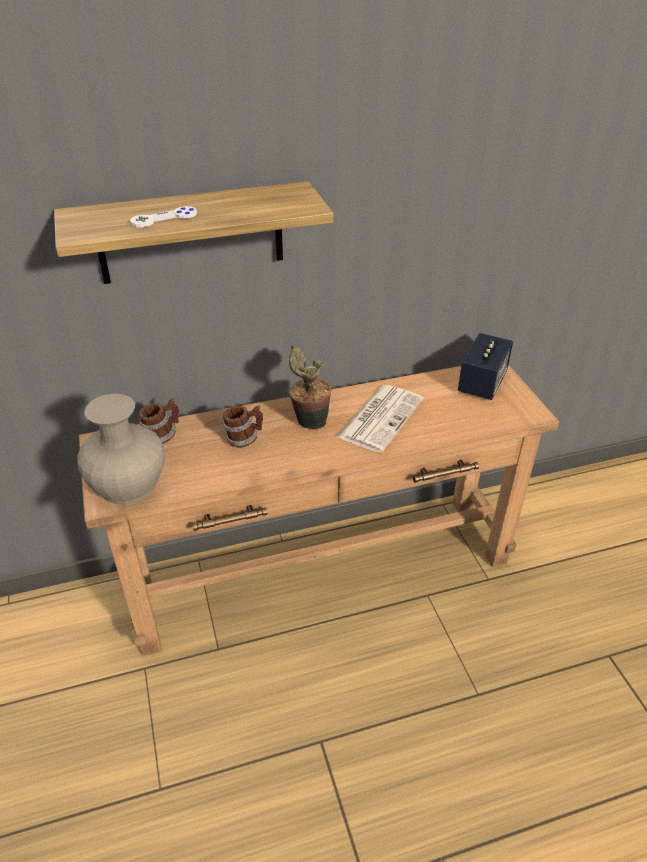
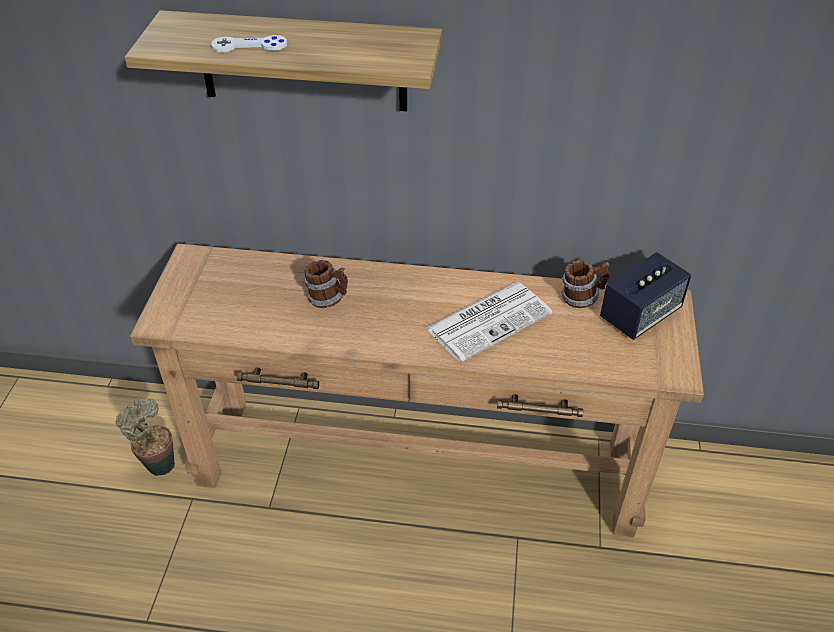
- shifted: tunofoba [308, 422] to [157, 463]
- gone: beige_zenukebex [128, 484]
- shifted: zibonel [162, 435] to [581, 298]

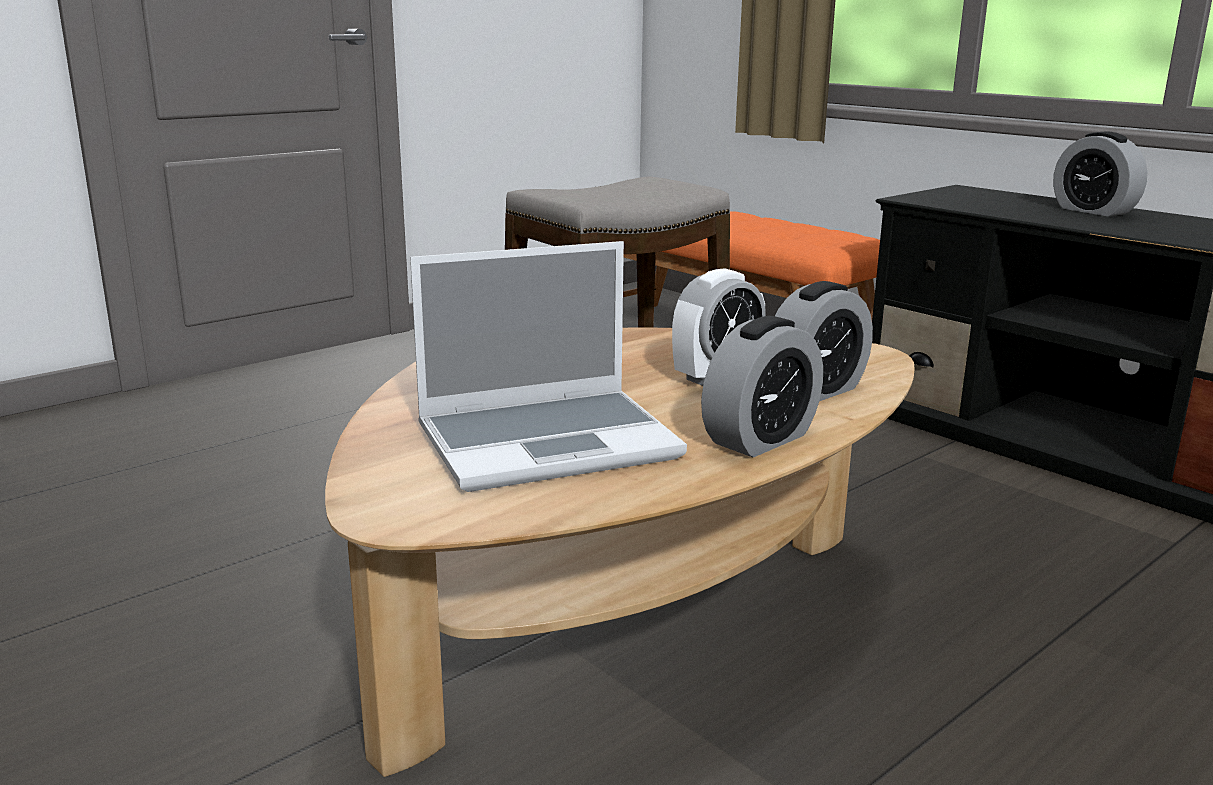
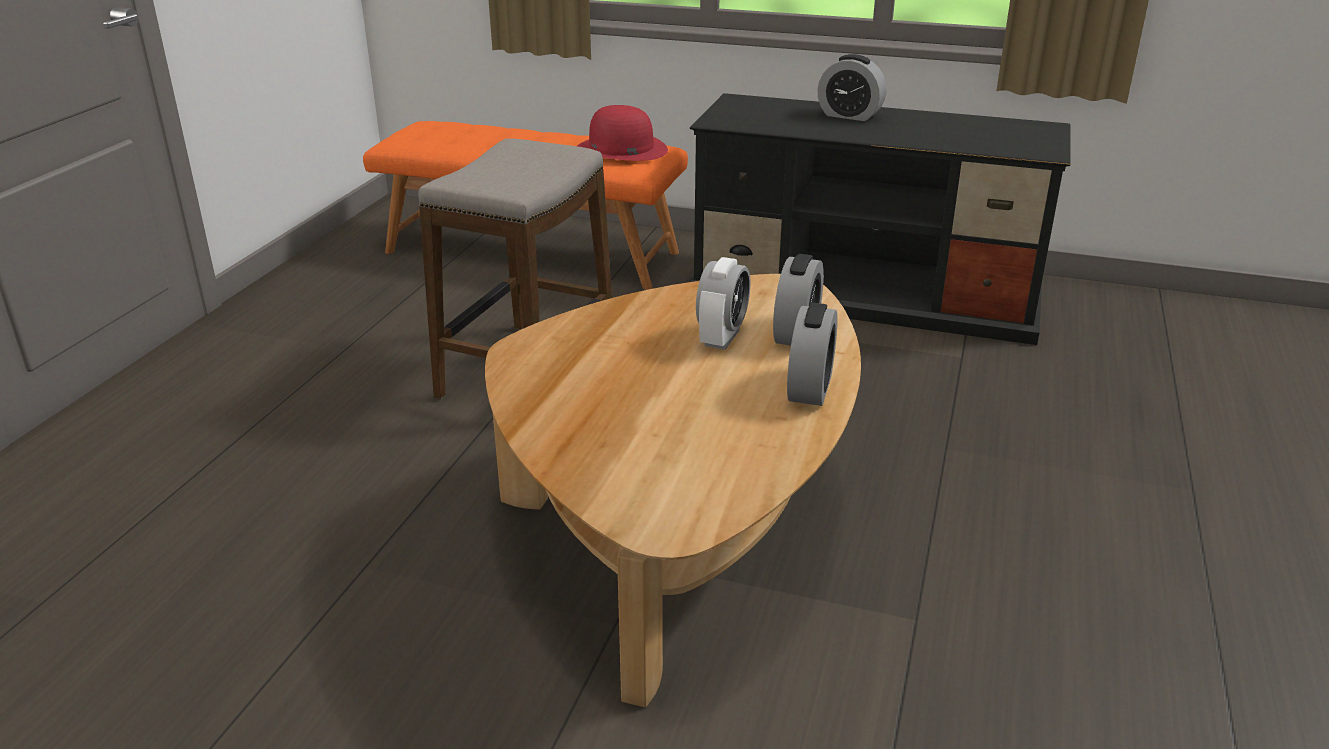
- gone: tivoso [550, 441]
- new: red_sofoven [621, 149]

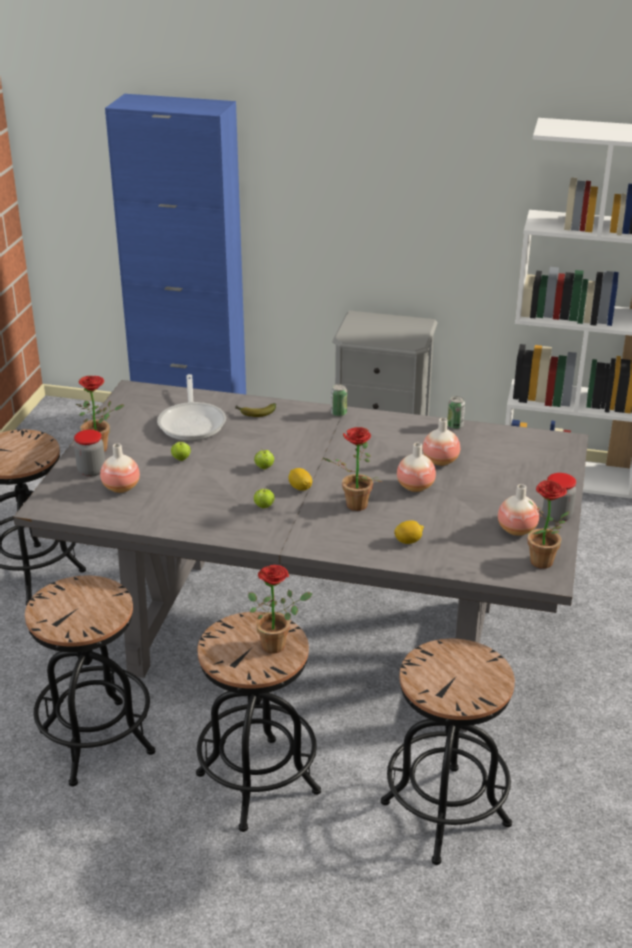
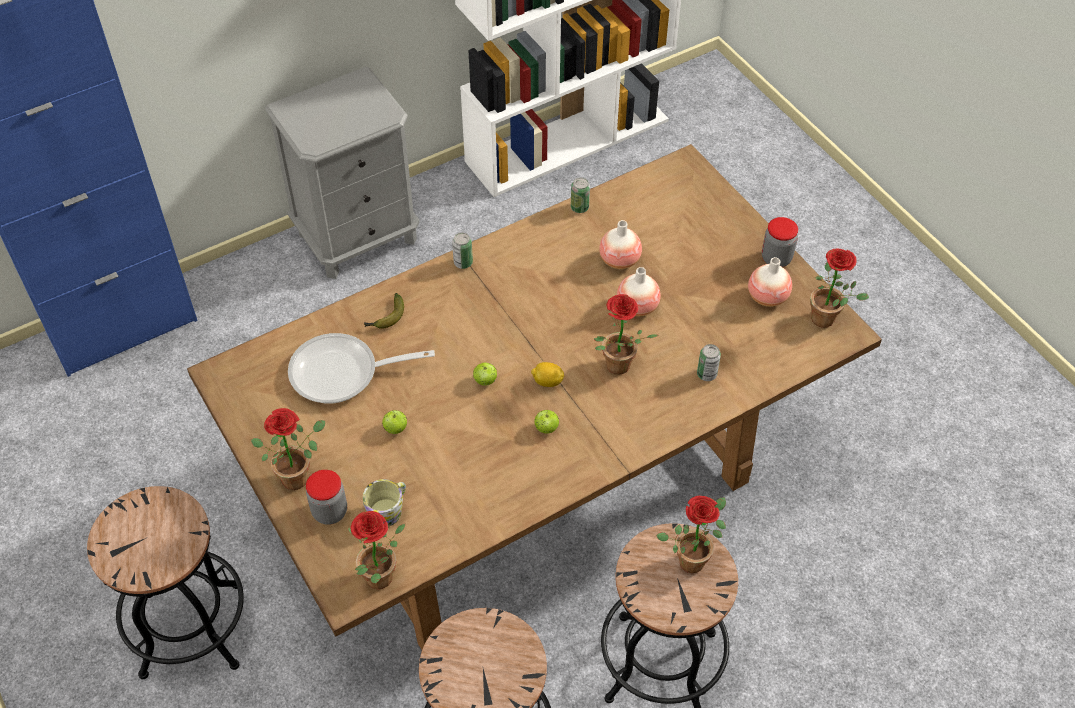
- rotated: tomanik [192, 422] = [342, 373] 135 degrees clockwise
- repainted: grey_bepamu [318, 637] to brown_bepamu [539, 483]
- swapped: zenukebex [121, 488] to zibonel [389, 509]
- swapped: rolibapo [408, 541] to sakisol [706, 374]
- gone: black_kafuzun [445, 813]
- new: tunofoba [382, 582]

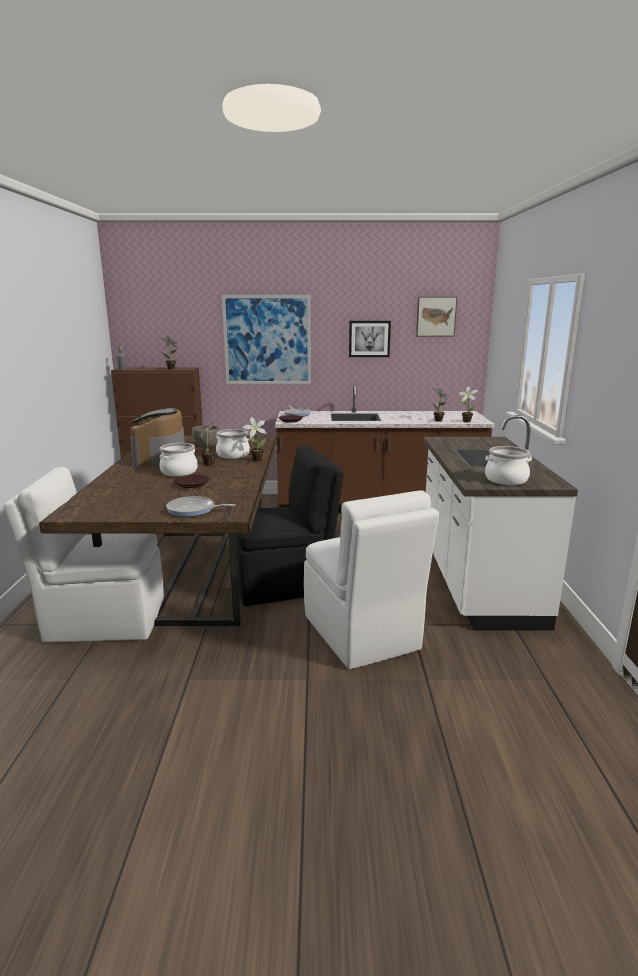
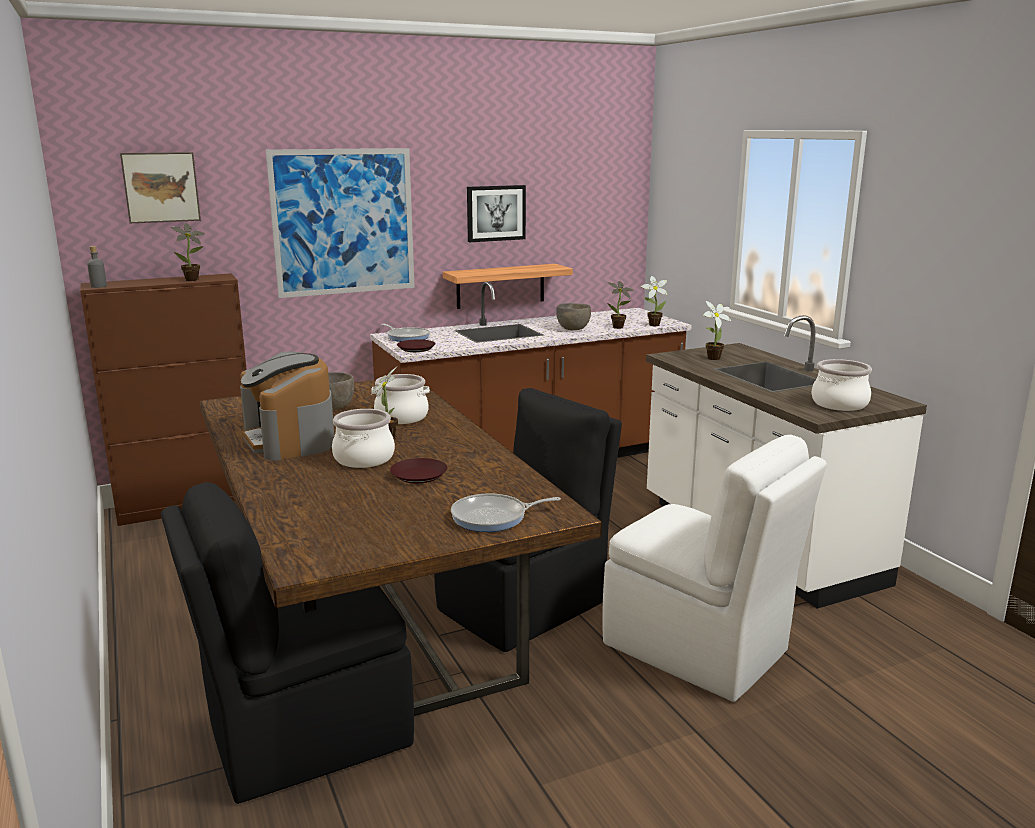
- shifted: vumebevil [435, 316] to [161, 187]
- shifted: tunofoba [255, 460] to [711, 358]
- repainted: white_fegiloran [103, 620] to black_fegiloran [304, 735]
- new: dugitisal [500, 286]
- new: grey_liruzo [573, 329]

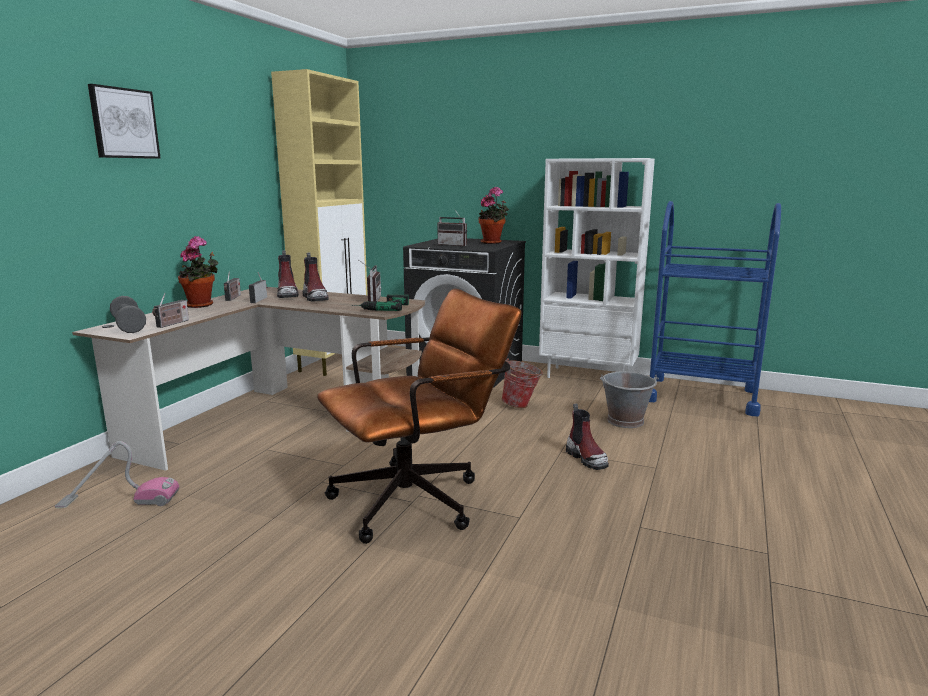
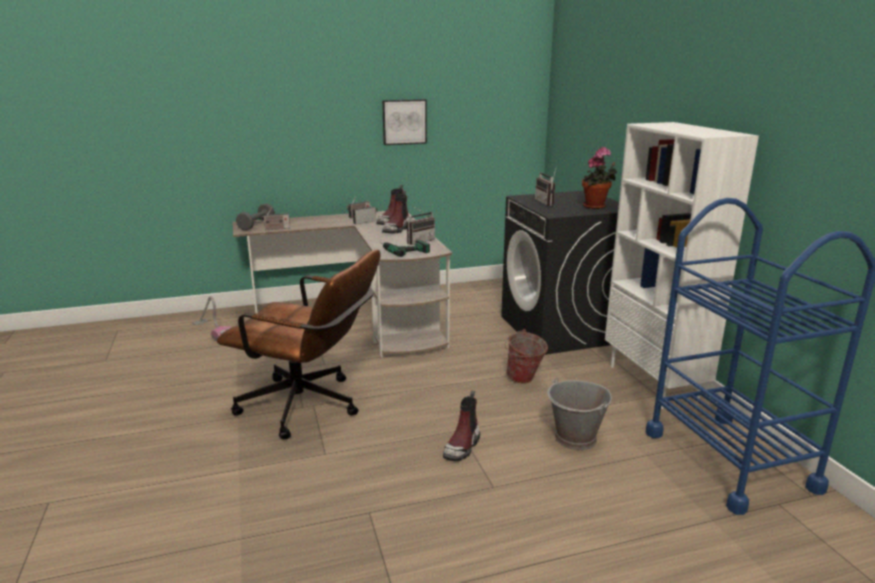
- gone: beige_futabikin [334, 363]
- shifted: vumebevil [124, 123] to [404, 122]
- gone: tunofoba [202, 305]

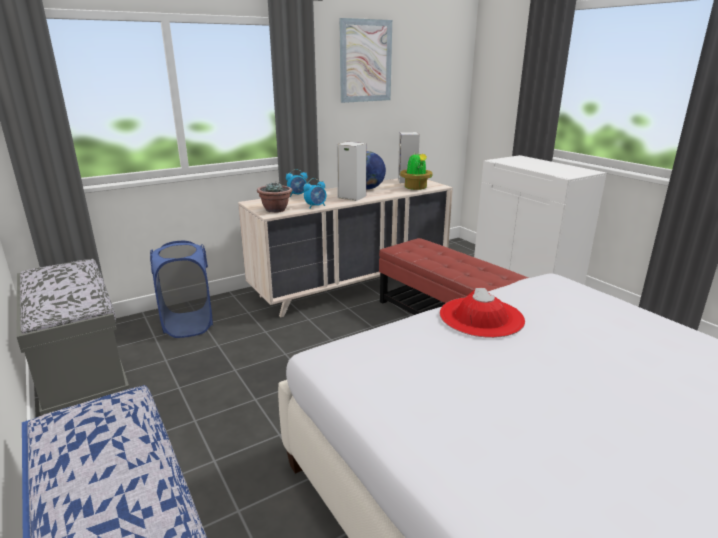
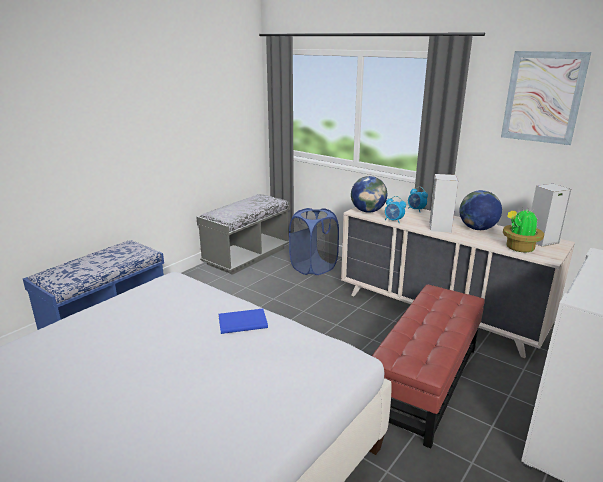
- swapped: tunofoba [276, 210] to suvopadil [368, 211]
- swapped: red_sofoven [481, 317] to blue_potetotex [242, 322]

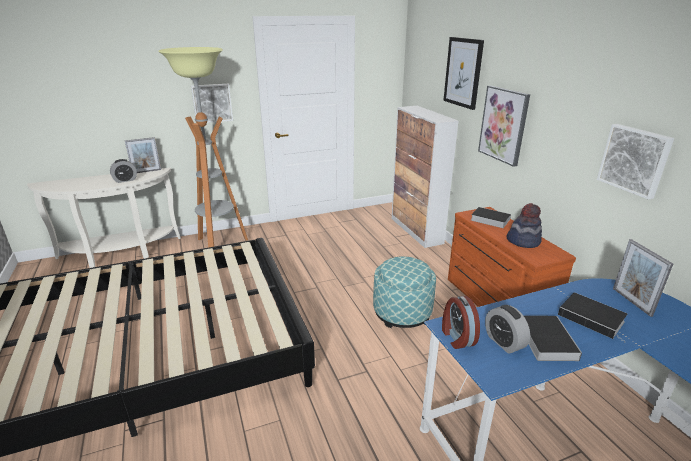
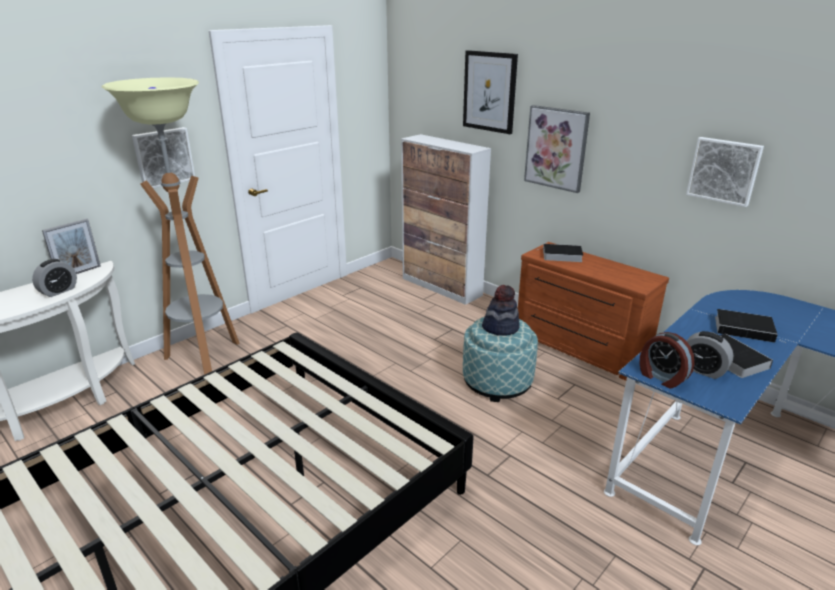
- shifted: sofoven [523, 241] to [500, 327]
- gone: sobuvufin [631, 302]

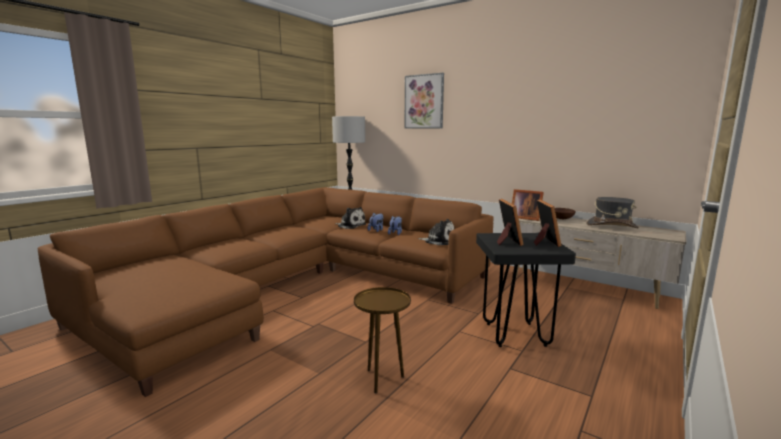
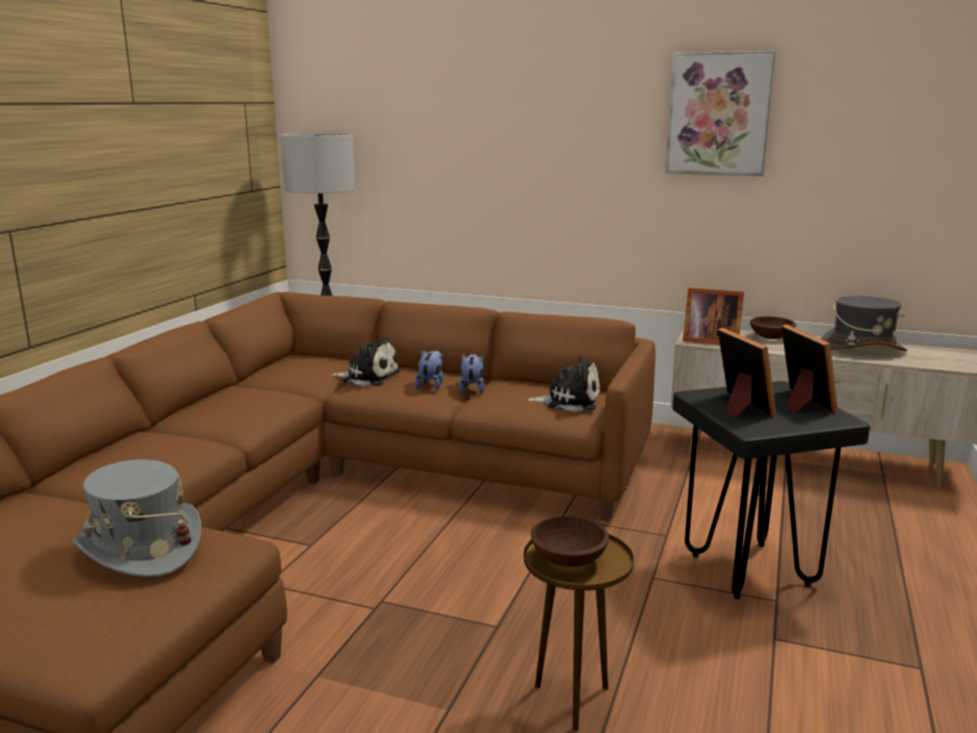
- shifted: vumebevil [424, 101] to [718, 114]
- new: grey_sofoven [140, 548]
- new: brown_liruzo [570, 559]

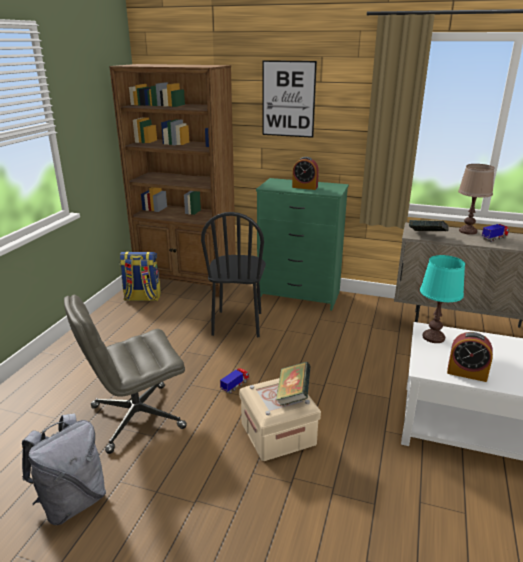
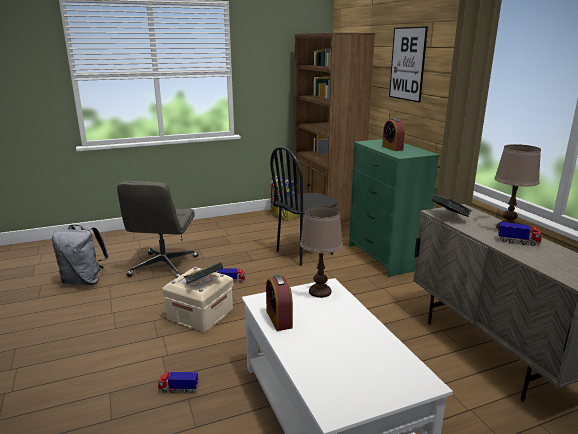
- repainted: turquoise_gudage [433, 337] to brown_gudage [319, 291]
- rotated: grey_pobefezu [136, 418] = [164, 267] 105 degrees counterclockwise
- new: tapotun [178, 389]

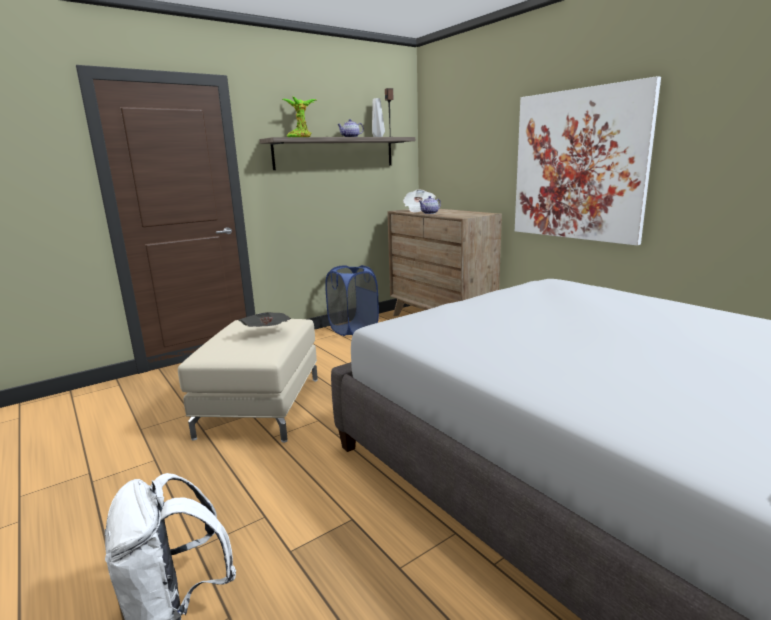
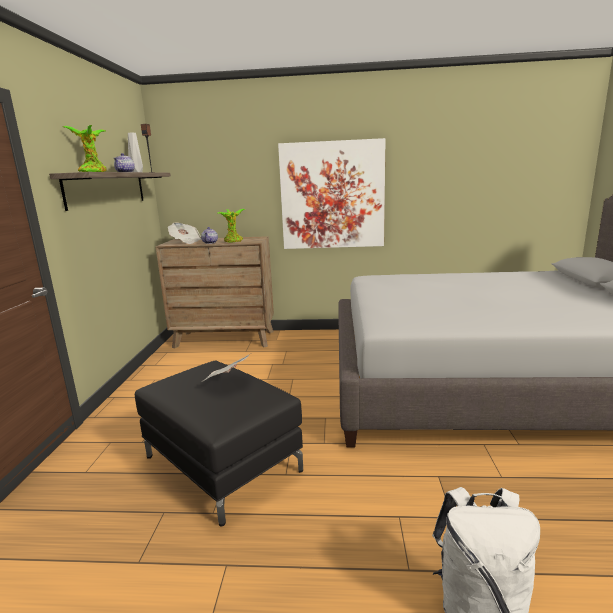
- gone: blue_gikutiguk [353, 330]
- repainted: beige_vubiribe [262, 407] to black_vubiribe [223, 463]
- new: tunofoba [233, 241]

